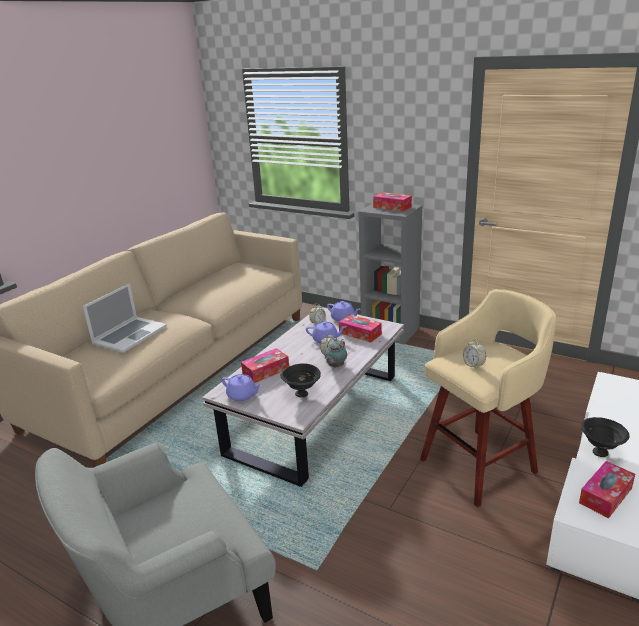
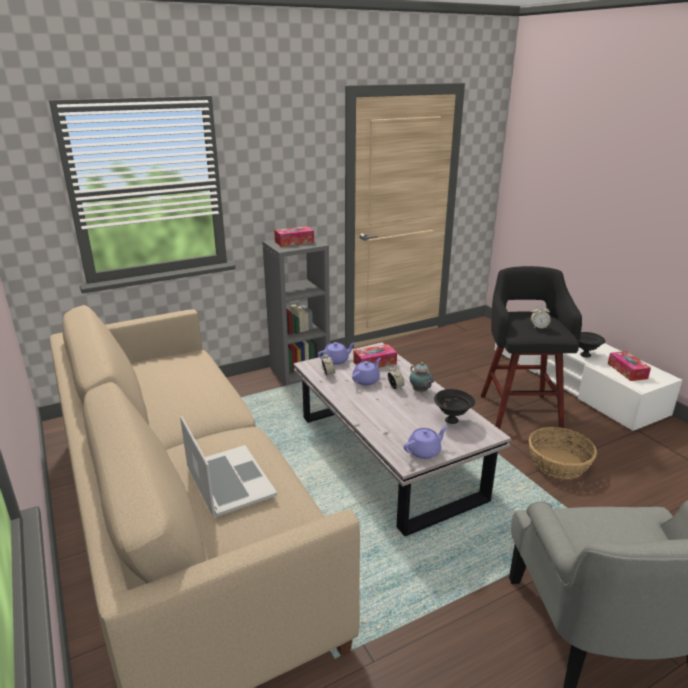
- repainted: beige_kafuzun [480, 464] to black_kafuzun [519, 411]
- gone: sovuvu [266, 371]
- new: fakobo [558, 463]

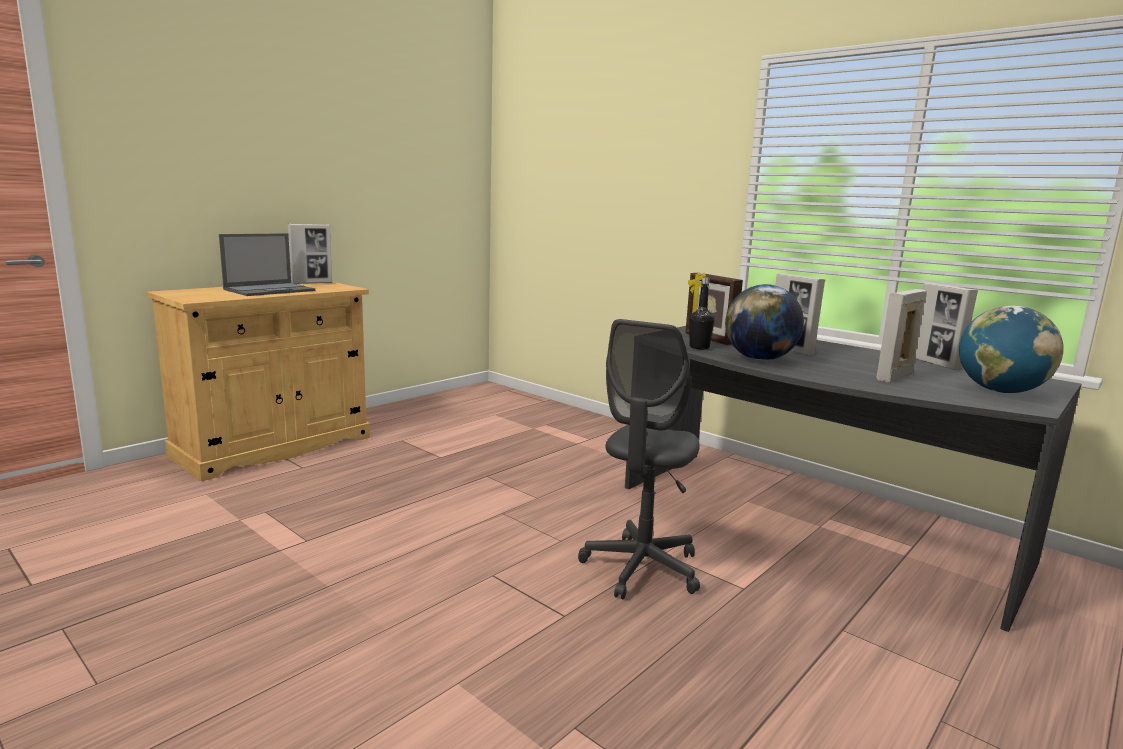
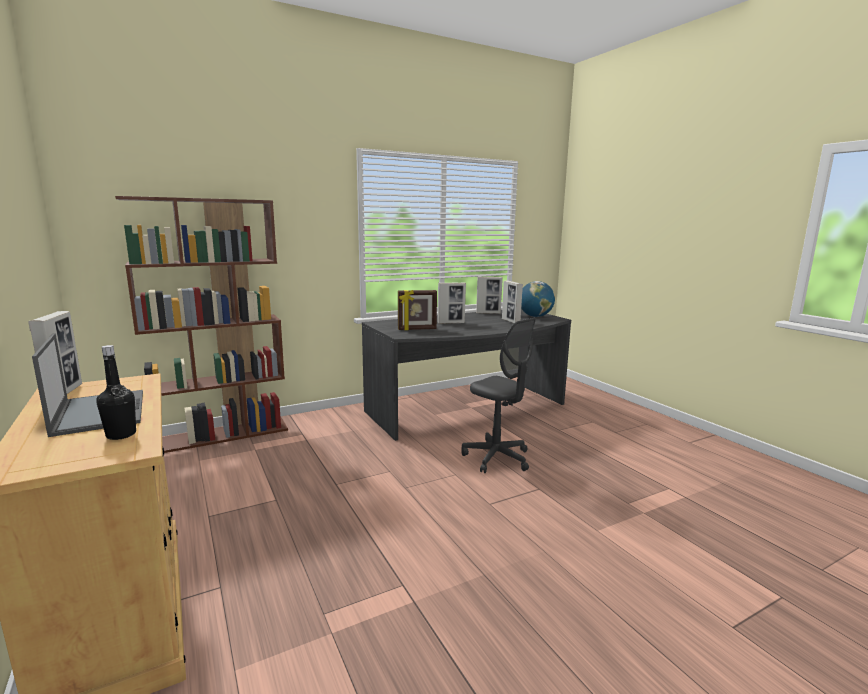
- shifted: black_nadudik [699, 347] to [121, 435]
- gone: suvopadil [759, 359]
- new: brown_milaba [222, 435]

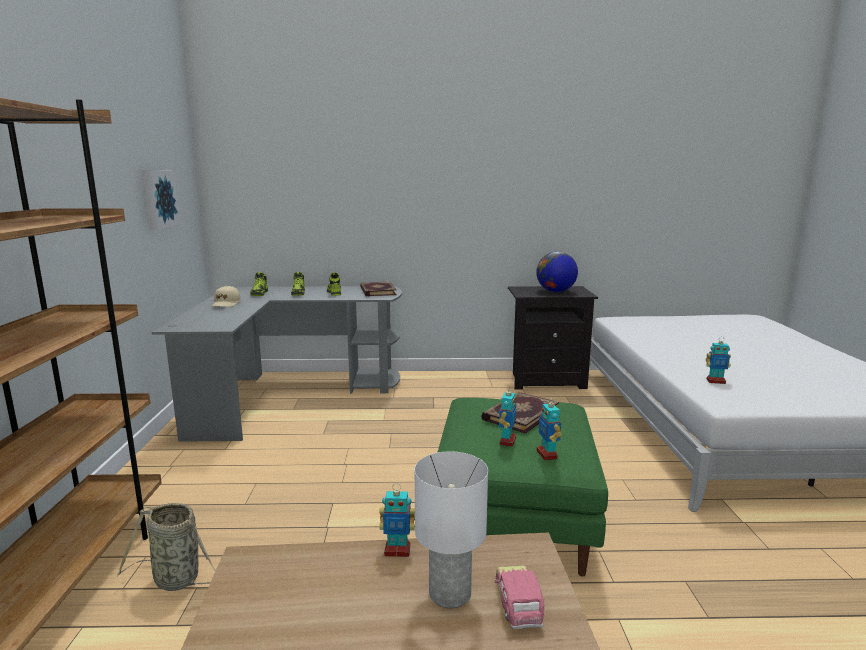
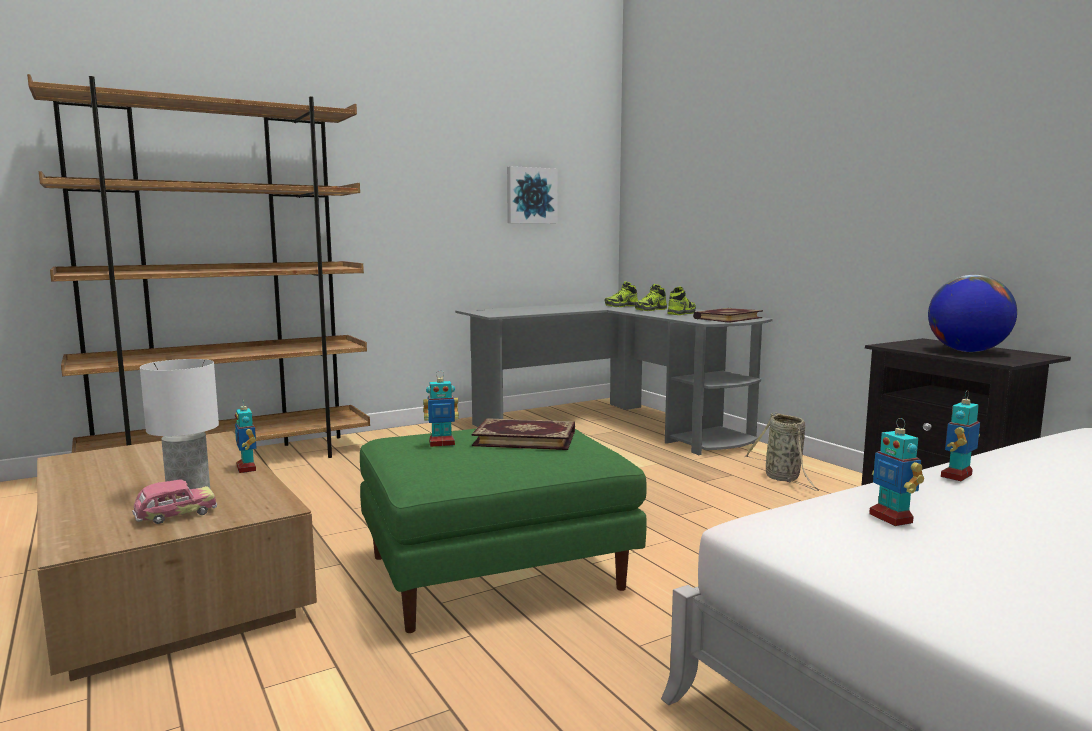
- gone: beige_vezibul [226, 304]
- shifted: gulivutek [547, 454] to [957, 476]
- shifted: fakobo [180, 580] to [783, 478]

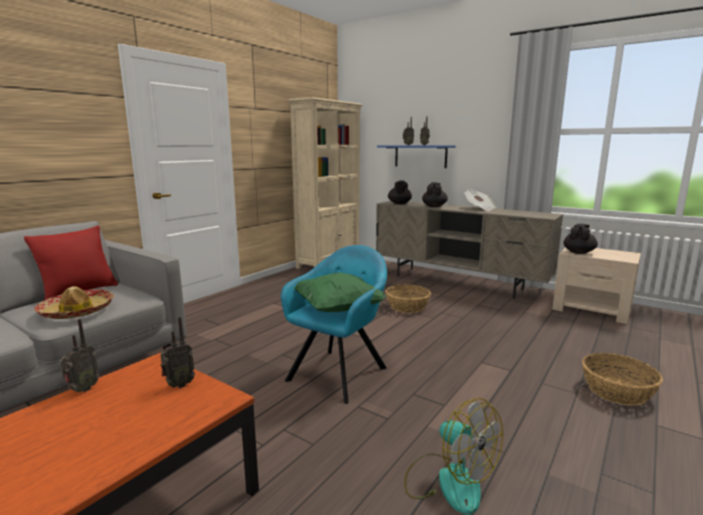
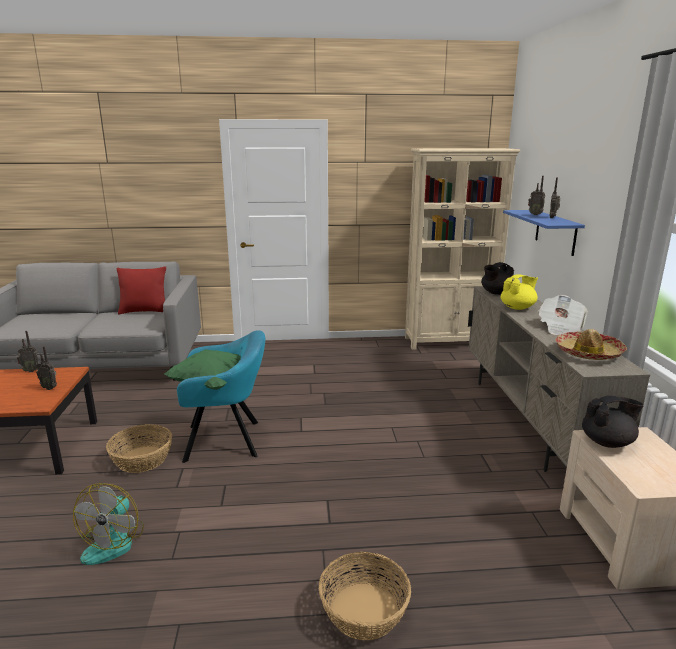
- repainted: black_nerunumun [434, 206] to yellow_nerunumun [518, 308]
- shifted: fakobo [407, 306] to [142, 459]
- shifted: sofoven [77, 311] to [588, 353]

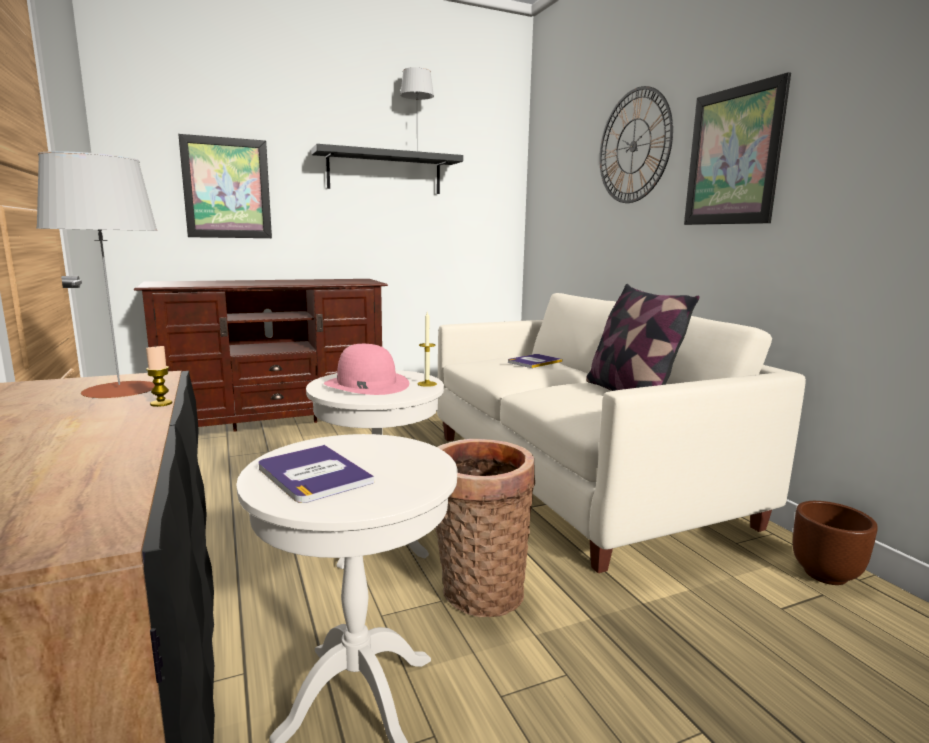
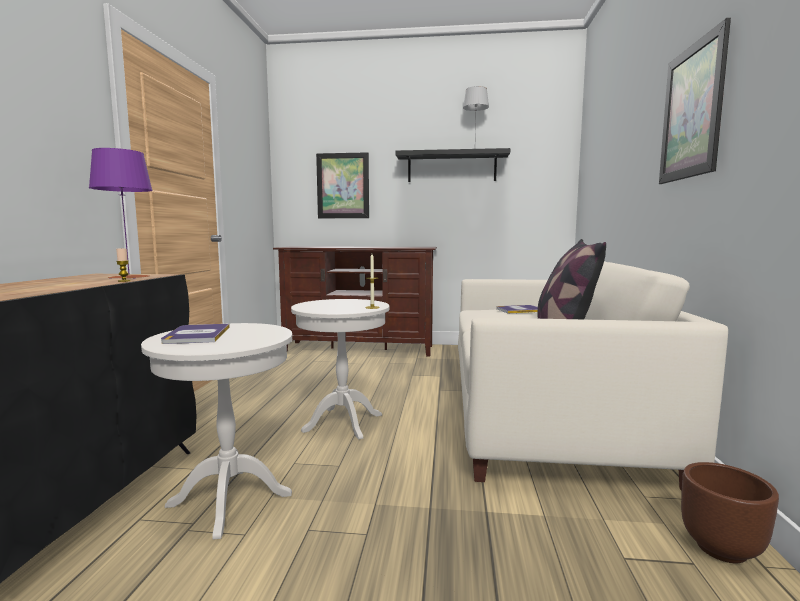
- gone: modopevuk [633, 146]
- repainted: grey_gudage [120, 390] to purple_gudage [129, 277]
- gone: pink_sofoven [366, 384]
- gone: fakobo [477, 590]

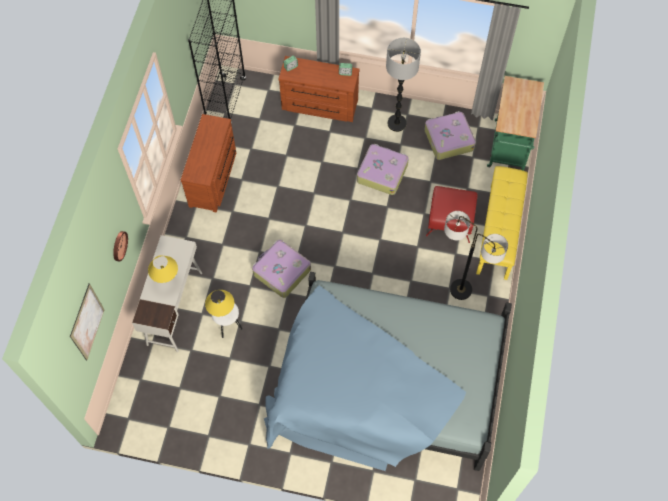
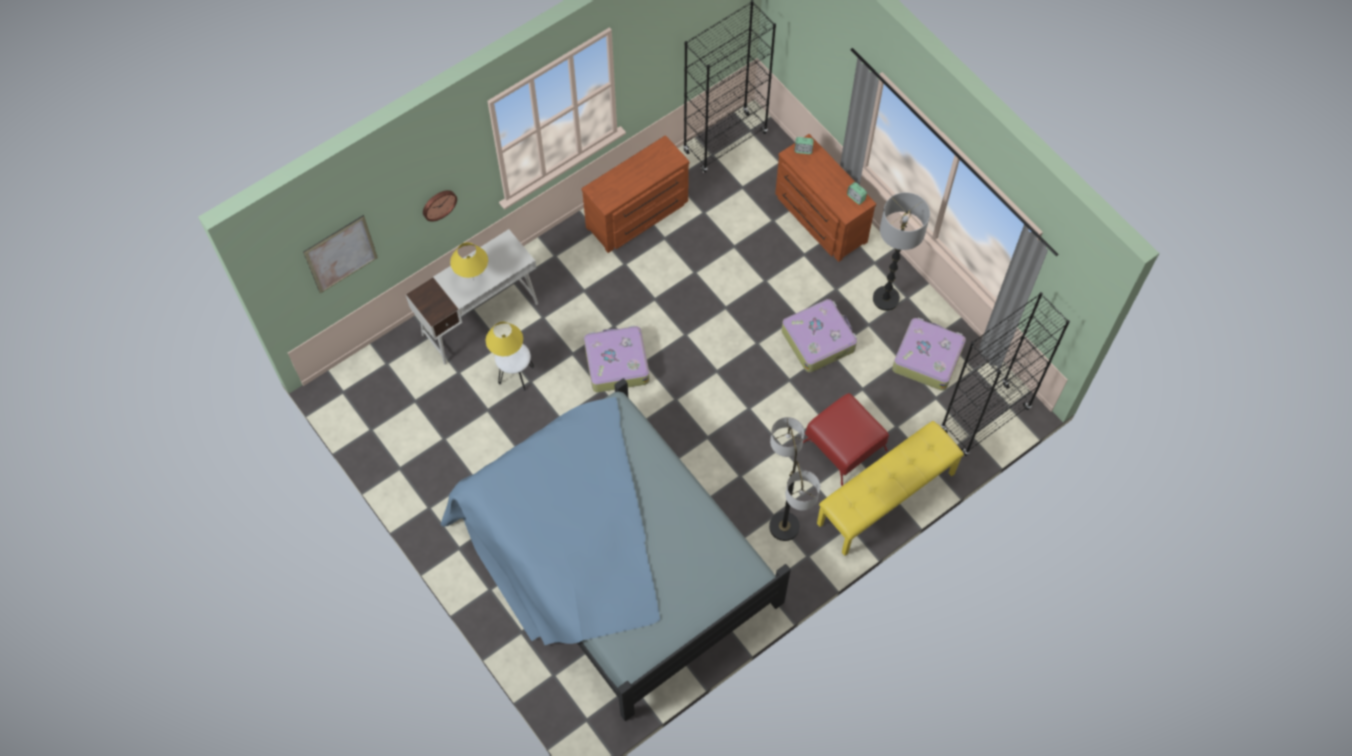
- swapped: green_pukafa [508, 150] to black_milaba [984, 420]

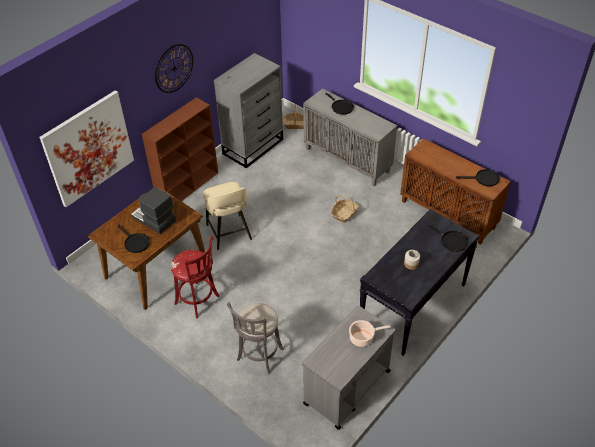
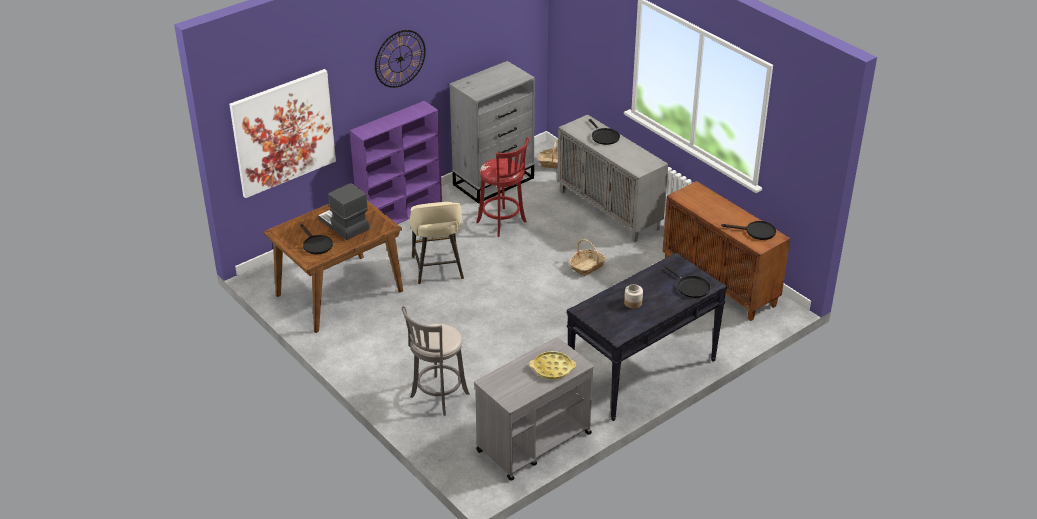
- repainted: brown_milaba [188, 186] to purple_milaba [401, 214]
- shifted: red_kafuzun [198, 301] to [503, 223]
- swapped: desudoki [363, 338] to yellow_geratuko [552, 368]

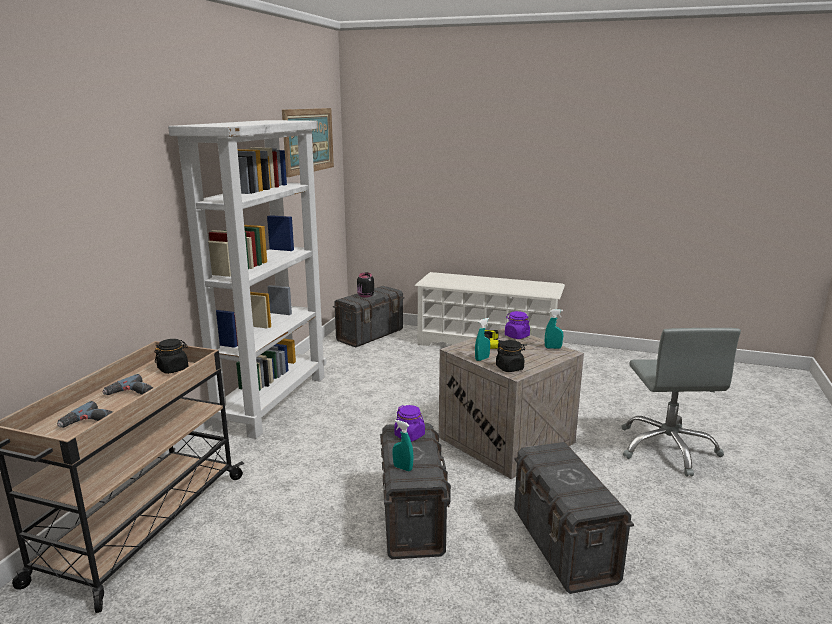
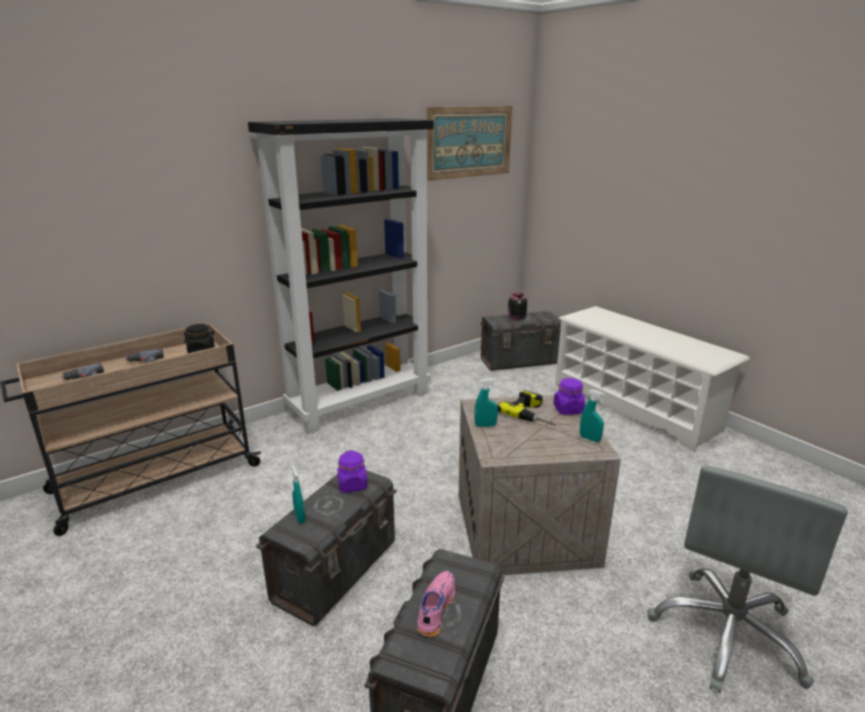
- repainted: white_milaba [273, 401] to black_milaba [360, 403]
- gone: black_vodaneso [509, 368]
- new: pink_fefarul [435, 608]

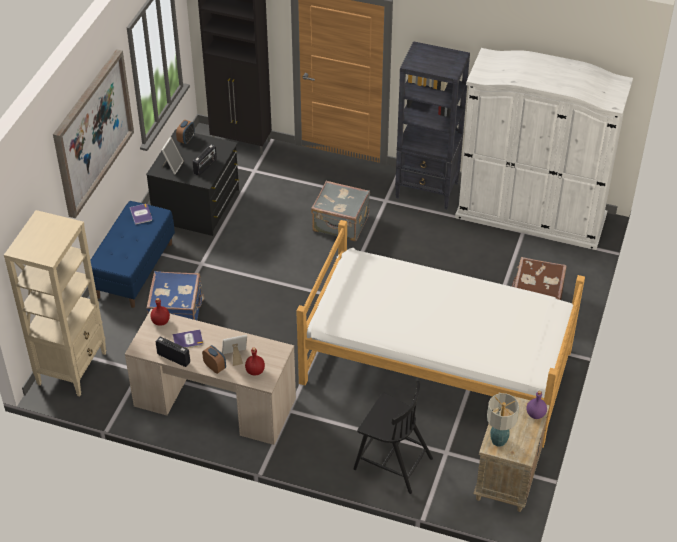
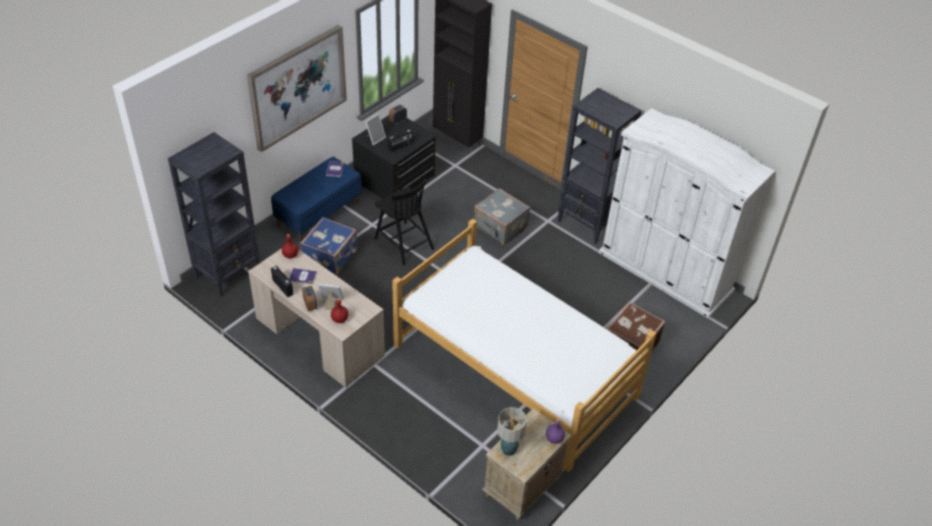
- repainted: beige_milaba [72, 368] to black_milaba [228, 273]
- shifted: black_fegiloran [391, 463] to [403, 243]

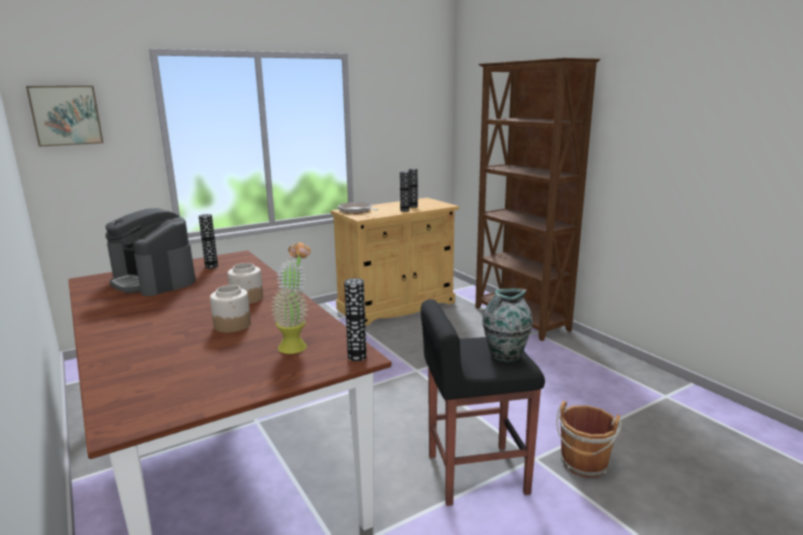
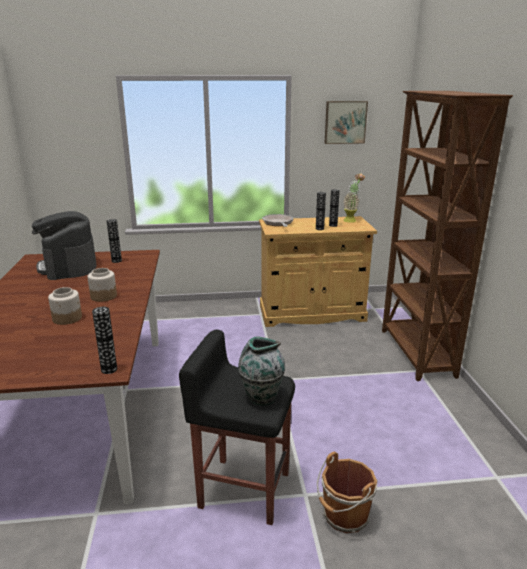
- shifted: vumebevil [66, 115] to [345, 122]
- shifted: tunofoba [296, 344] to [351, 220]

